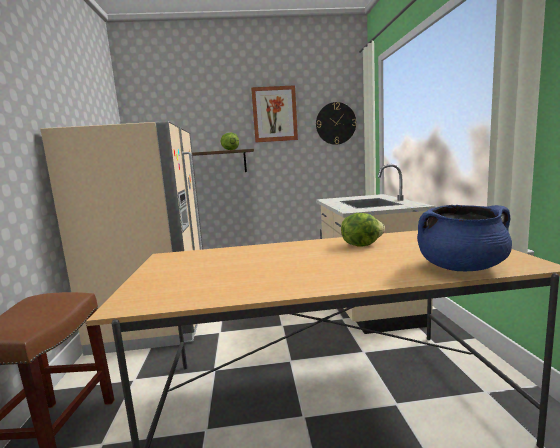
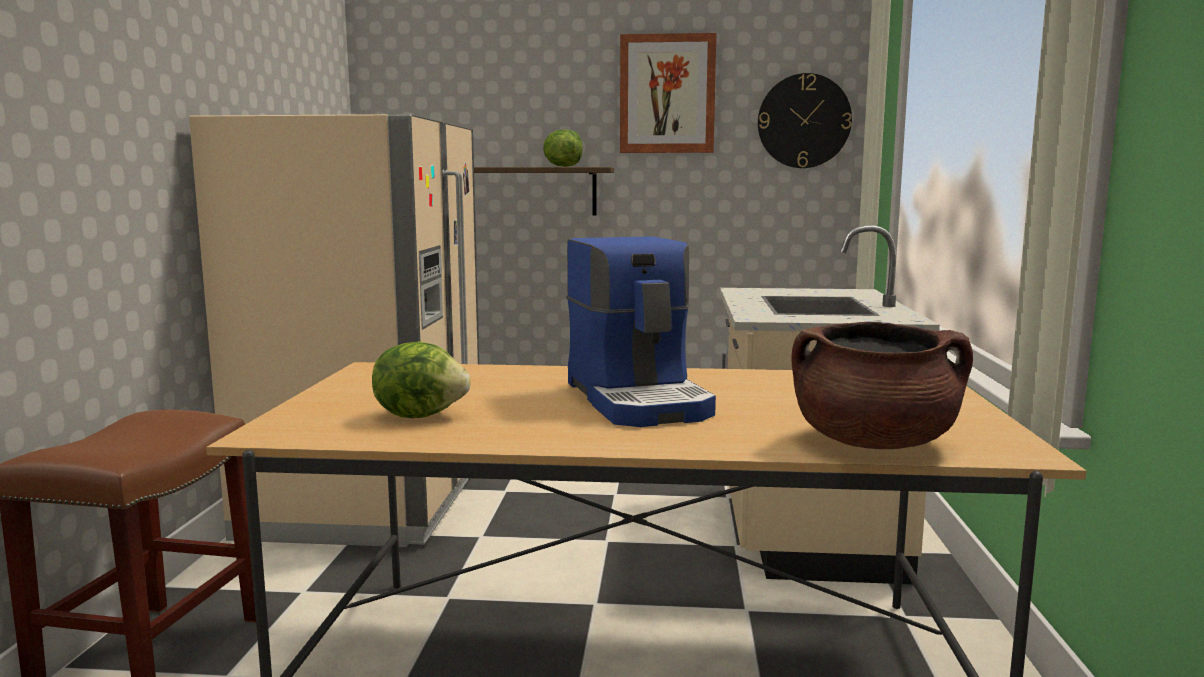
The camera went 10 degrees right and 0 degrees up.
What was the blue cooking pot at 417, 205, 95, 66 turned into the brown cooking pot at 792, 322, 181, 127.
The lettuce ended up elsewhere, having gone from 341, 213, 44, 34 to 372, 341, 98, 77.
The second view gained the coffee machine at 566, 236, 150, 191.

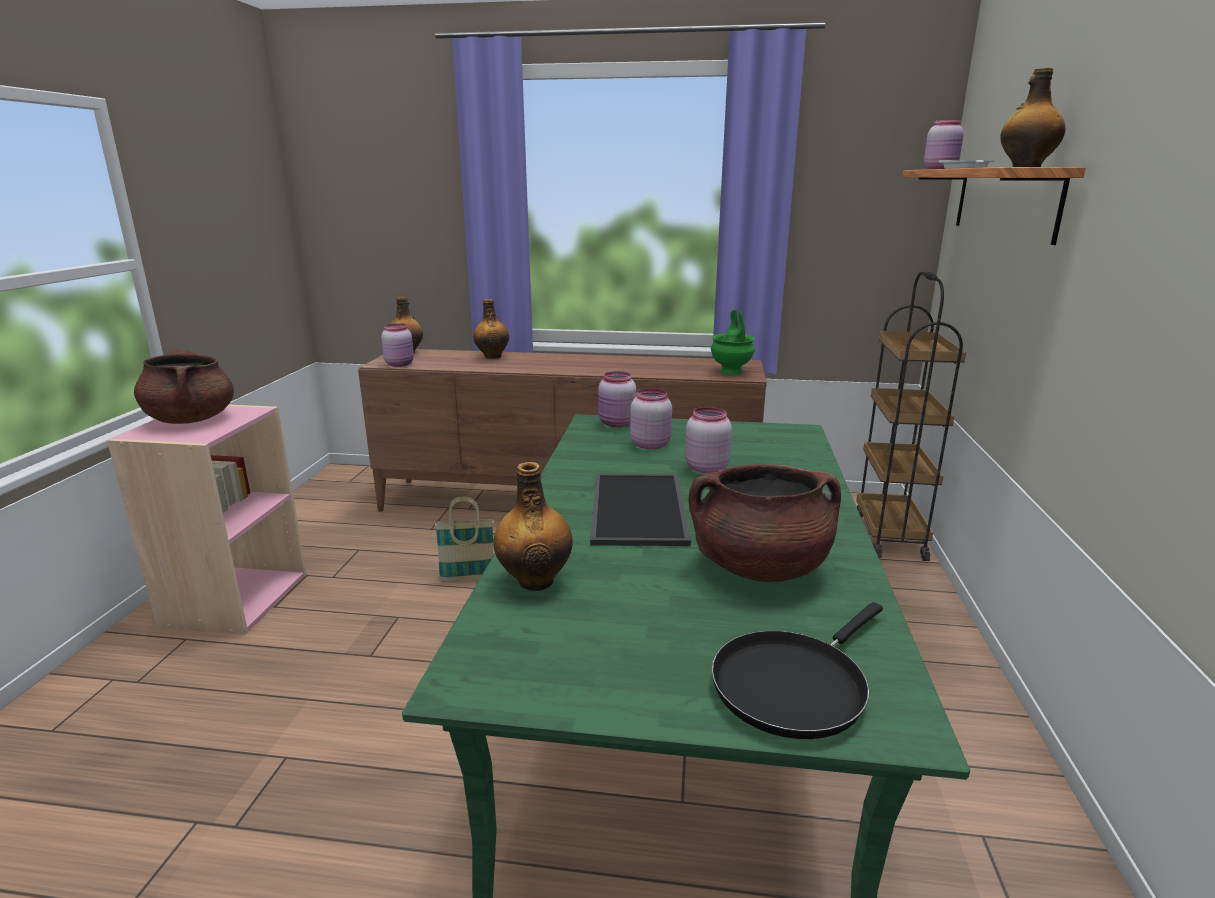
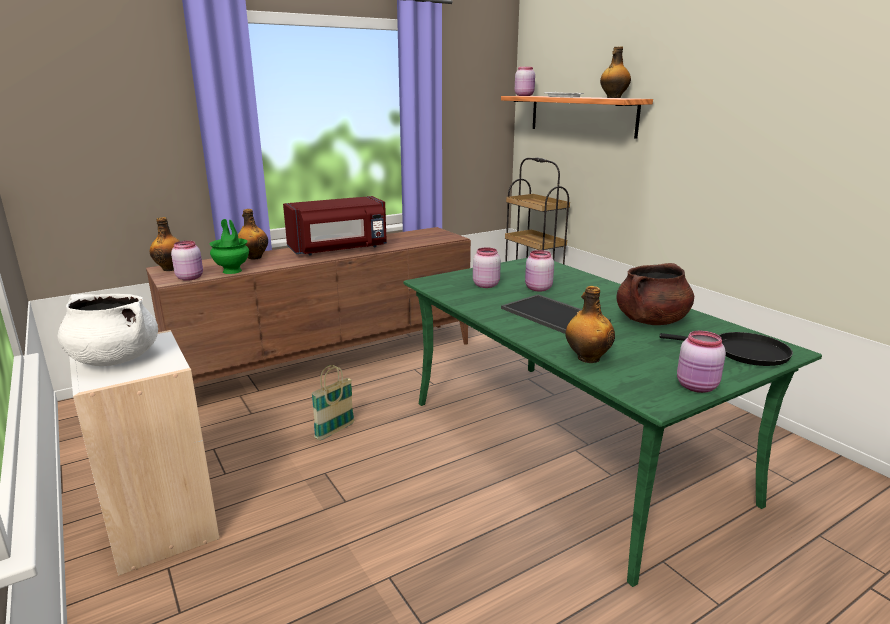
The camera went 40 degrees left and 0 degrees up.
The green vase ended up elsewhere, having gone from 711, 310, 44, 65 to 209, 219, 40, 55.
What was the brown cooking pot at 134, 350, 100, 74 turned into the white cooking pot at 57, 294, 101, 72.
The pink jar ended up elsewhere, having gone from 598, 371, 38, 56 to 677, 331, 49, 62.
What was the pink bookcase at 107, 405, 200, 229 turned into the white bookcase at 69, 330, 151, 246.
The black frying pan at 712, 602, 171, 137 ended up facing another way, 75 degrees counterclockwise from before.
The second view gained the red microwave at 283, 196, 104, 59.

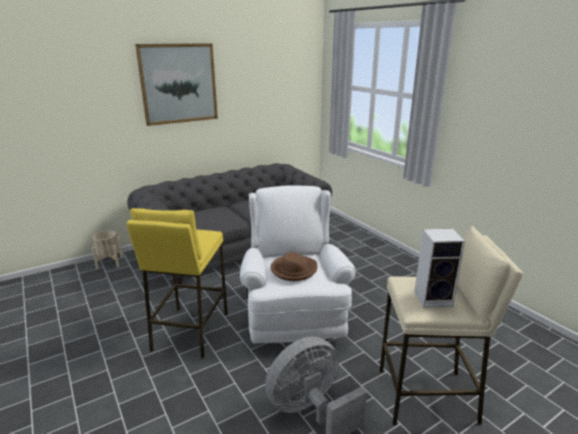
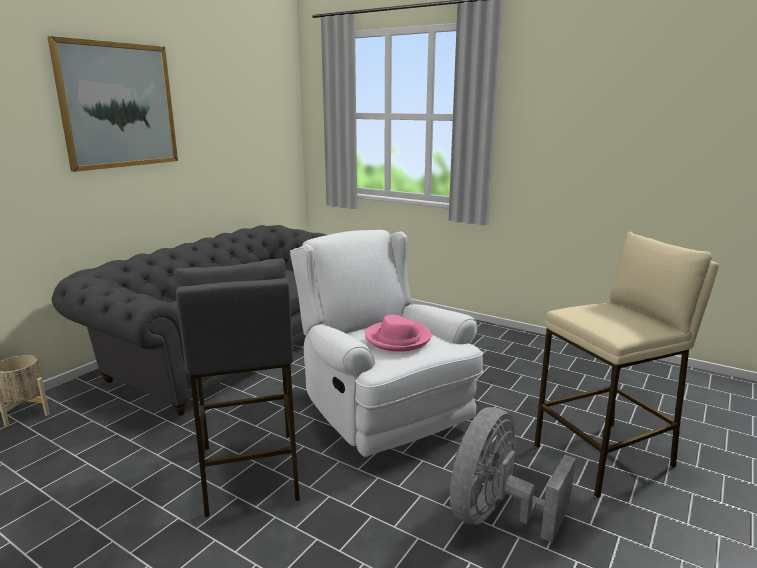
The camera went 25 degrees left and 5 degrees down.
What was the yellow stool at 127, 208, 101, 151 turned into the grey stool at 173, 258, 127, 259.
The second view lost the speaker at 414, 229, 51, 79.
What was the brown hat at 271, 252, 47, 29 turned into the pink hat at 365, 315, 66, 37.

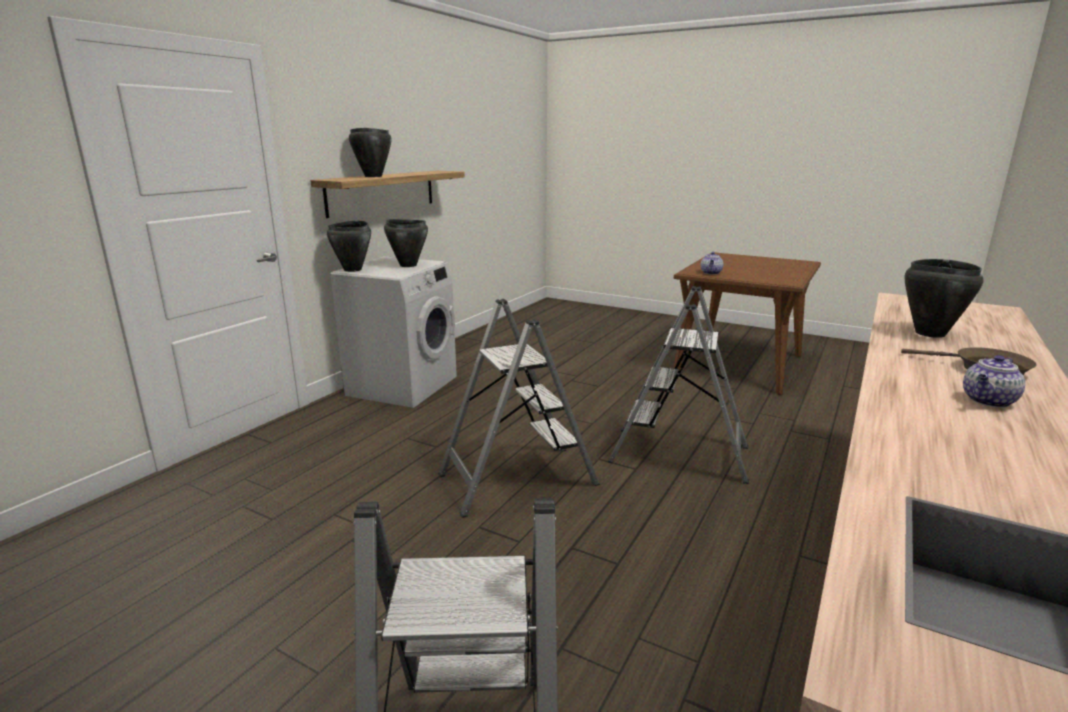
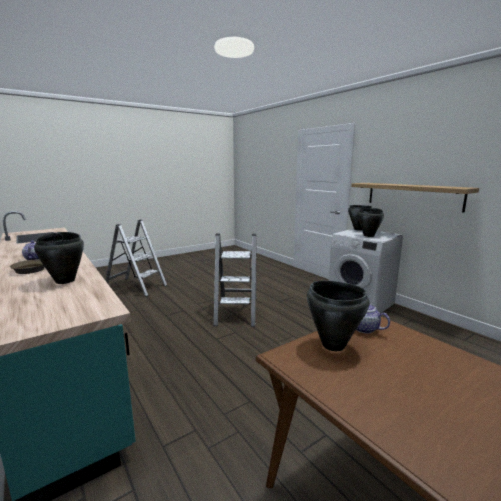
The camera went 115 degrees right and 5 degrees down.
The black cooking pot ended up elsewhere, having gone from 349, 128, 43, 49 to 307, 281, 62, 70.
The second view lost the grey step ladder at 607, 286, 142, 198.

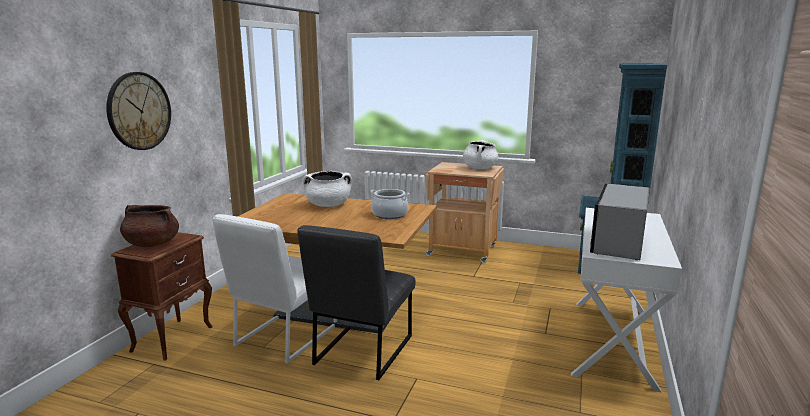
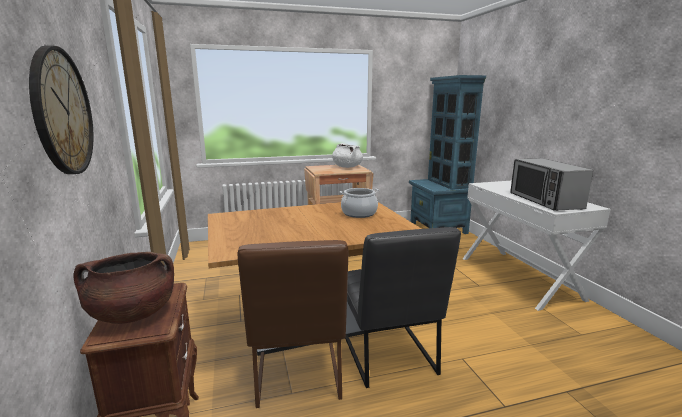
The camera went 35 degrees left and 0 degrees up.
The second view lost the white cooking pot at 303, 171, 49, 36.
What was the white chair at 212, 214, 125, 150 turned into the brown chair at 238, 240, 110, 168.

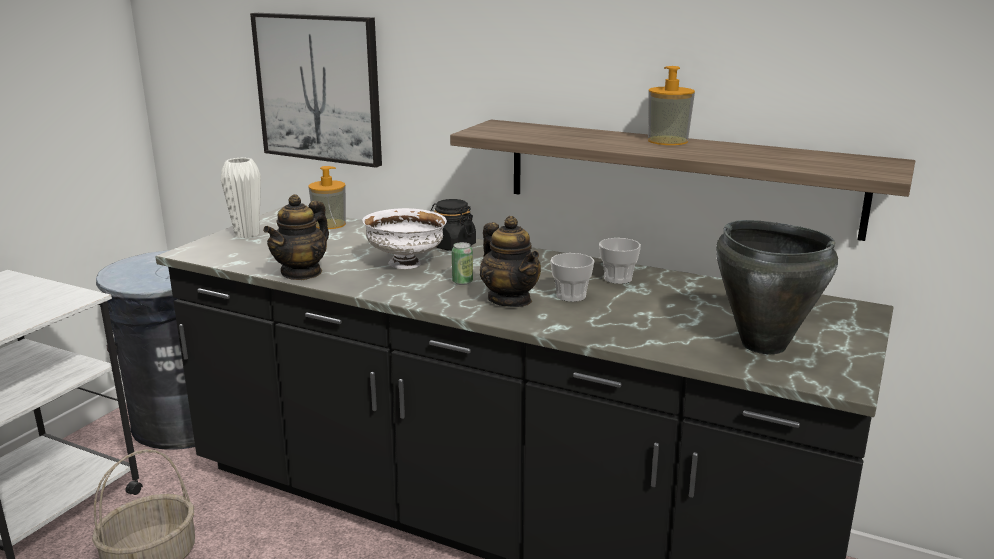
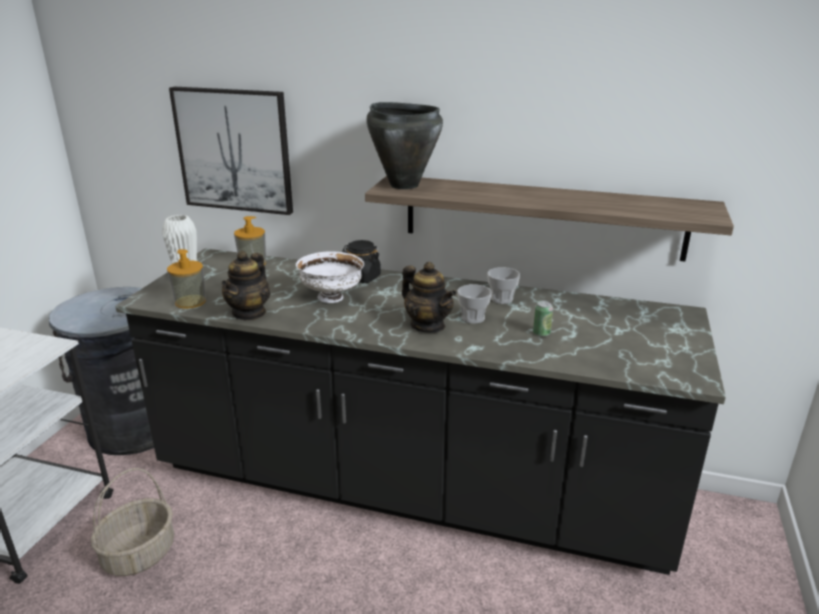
The camera went 10 degrees left and 5 degrees up.
The soap dispenser ended up elsewhere, having gone from 648, 66, 47, 79 to 167, 249, 39, 59.
The black cooking pot ended up elsewhere, having gone from 716, 220, 122, 134 to 366, 102, 77, 87.
The can ended up elsewhere, having gone from 452, 242, 21, 43 to 533, 300, 20, 37.

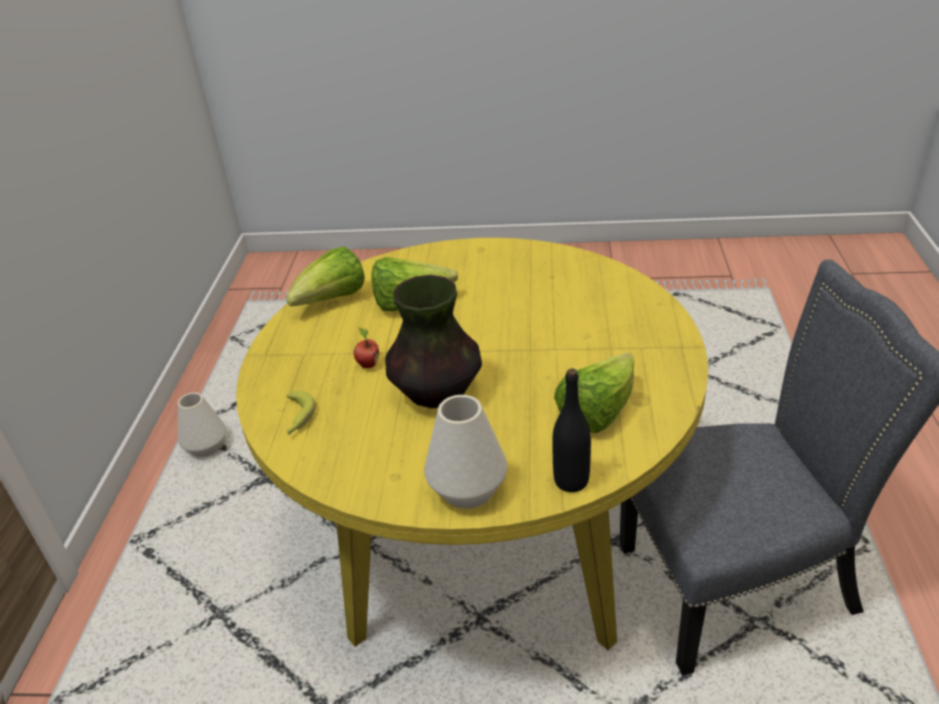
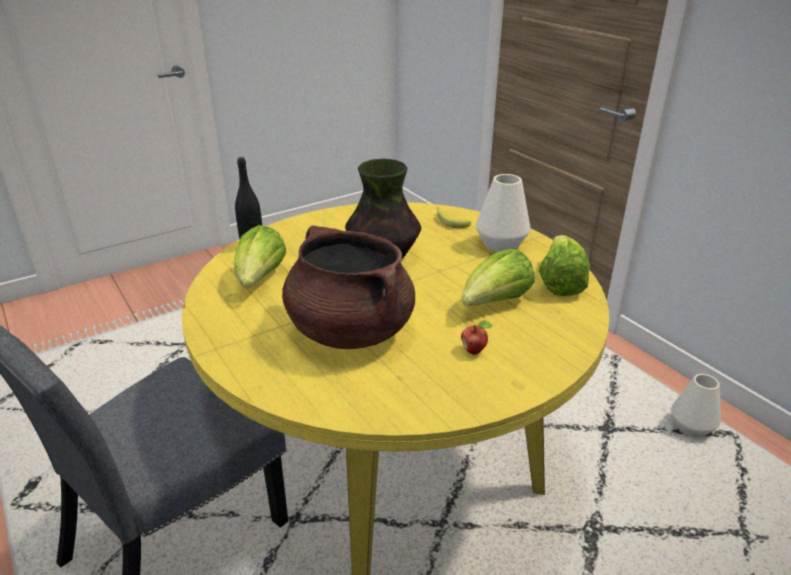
The camera went 140 degrees right and 5 degrees down.
The apple ended up elsewhere, having gone from 353, 328, 26, 40 to 461, 320, 32, 35.
The white vase ended up elsewhere, having gone from 424, 395, 83, 114 to 476, 174, 54, 78.
The second view gained the brown cooking pot at 282, 225, 133, 124.

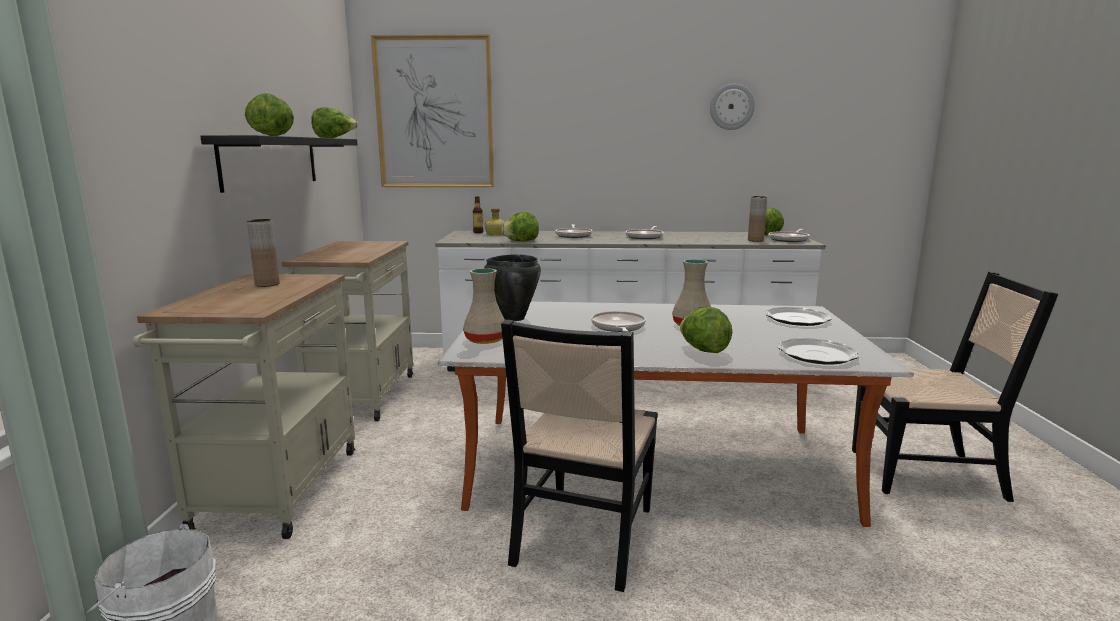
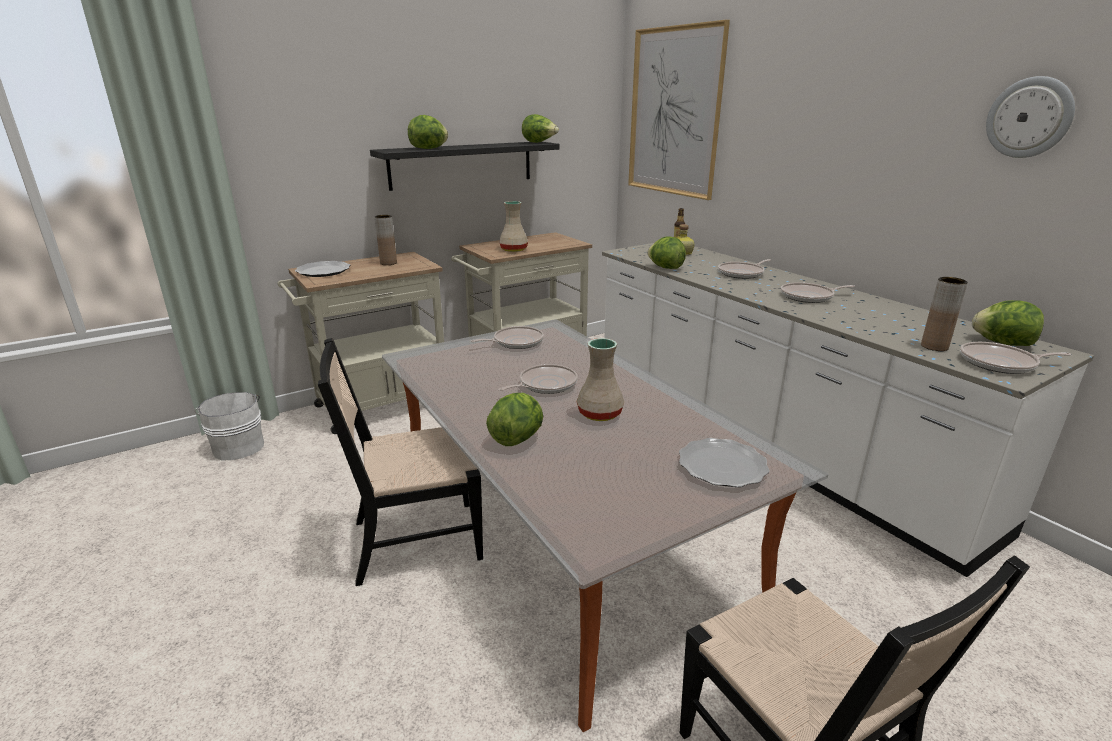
The camera went 55 degrees right and 10 degrees up.
Where the black cooking pot stood at 484, 254, 57, 67, the frying pan came to stand at 470, 326, 74, 23.
The beige vase ended up elsewhere, having gone from 463, 268, 42, 76 to 499, 201, 29, 51.
The plate ended up elsewhere, having gone from 778, 338, 81, 27 to 295, 261, 55, 16.

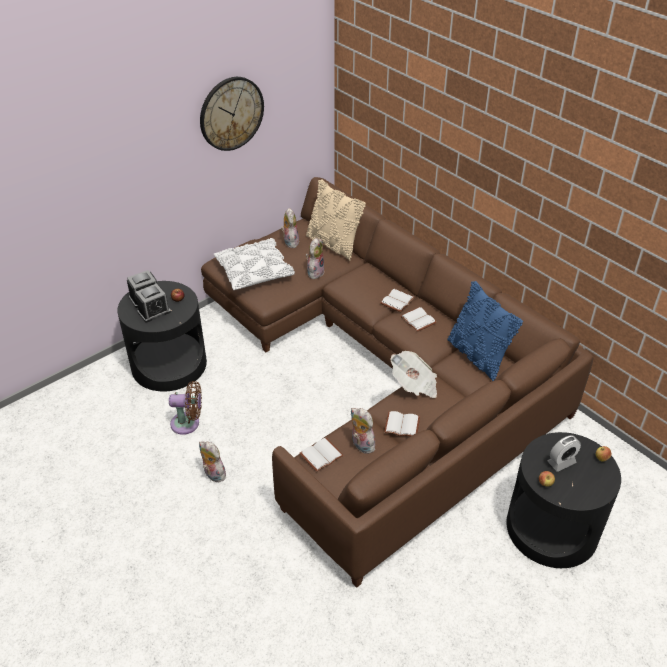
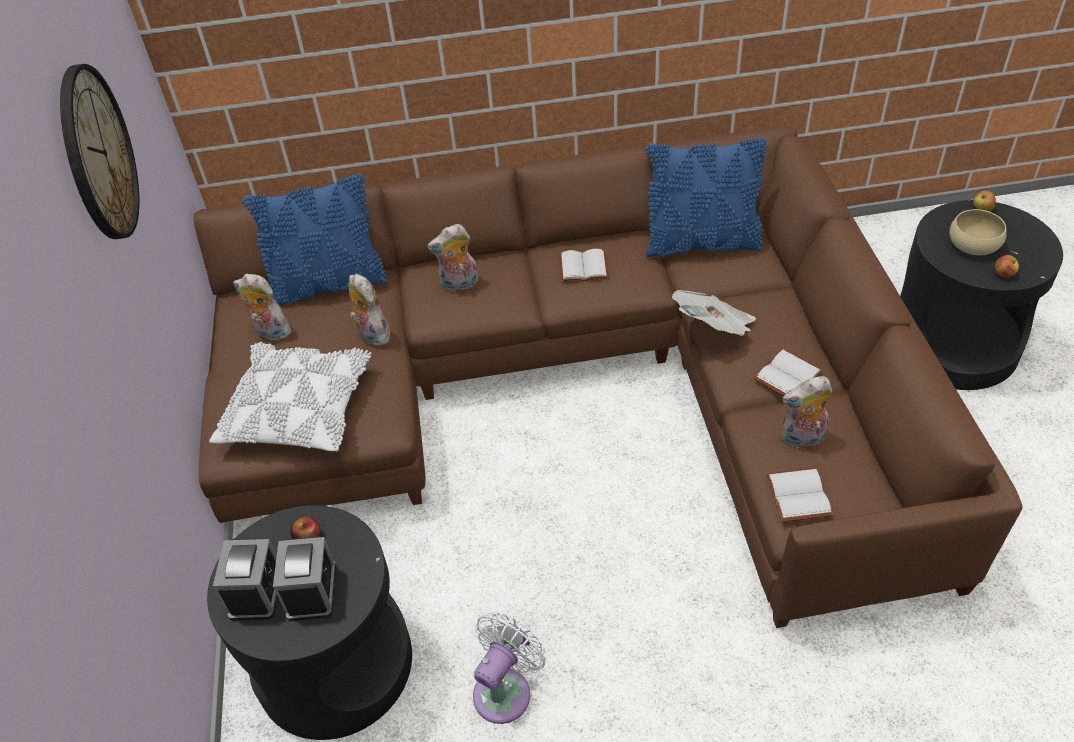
The camera went 55 degrees left and 5 degrees up.
What was the beige pillow at 306, 179, 60, 82 turned into the blue pillow at 242, 174, 145, 132.
The second view lost the white book at 380, 289, 35, 23.
What was the brown fan at 169, 381, 33, 54 turned into the white fan at 473, 612, 73, 112.
Where the alarm clock stood at 547, 435, 34, 37, the beige bowl came to stand at 949, 209, 58, 46.
The plush toy ended up elsewhere, having gone from 199, 442, 27, 40 to 427, 224, 51, 68.

